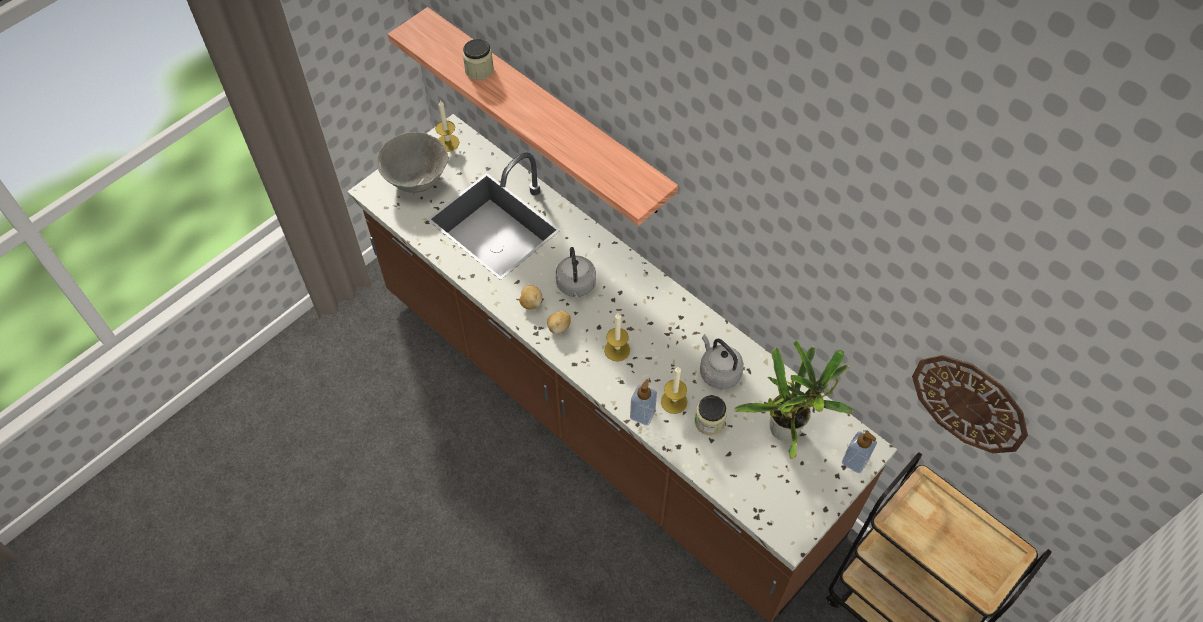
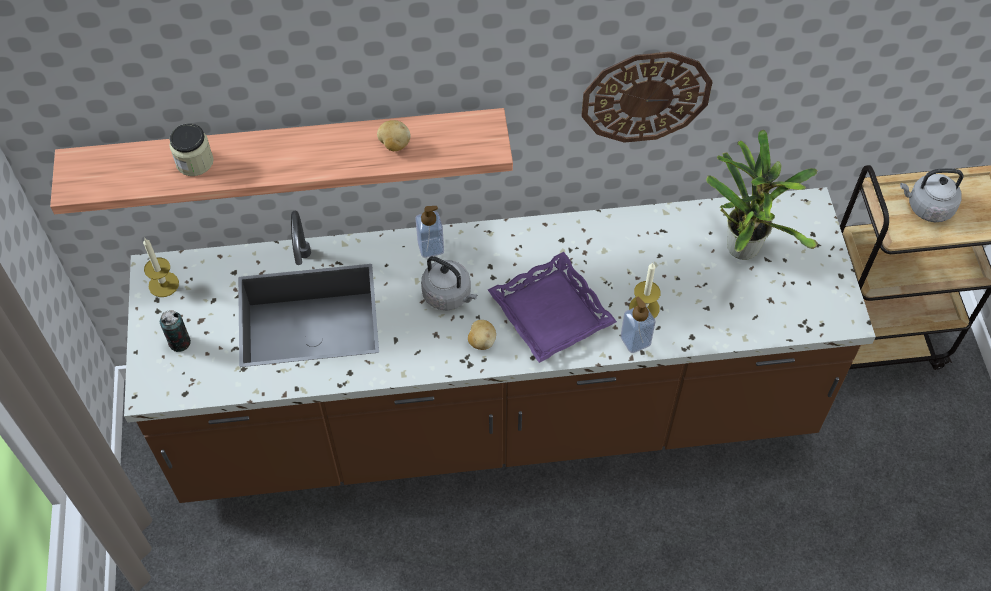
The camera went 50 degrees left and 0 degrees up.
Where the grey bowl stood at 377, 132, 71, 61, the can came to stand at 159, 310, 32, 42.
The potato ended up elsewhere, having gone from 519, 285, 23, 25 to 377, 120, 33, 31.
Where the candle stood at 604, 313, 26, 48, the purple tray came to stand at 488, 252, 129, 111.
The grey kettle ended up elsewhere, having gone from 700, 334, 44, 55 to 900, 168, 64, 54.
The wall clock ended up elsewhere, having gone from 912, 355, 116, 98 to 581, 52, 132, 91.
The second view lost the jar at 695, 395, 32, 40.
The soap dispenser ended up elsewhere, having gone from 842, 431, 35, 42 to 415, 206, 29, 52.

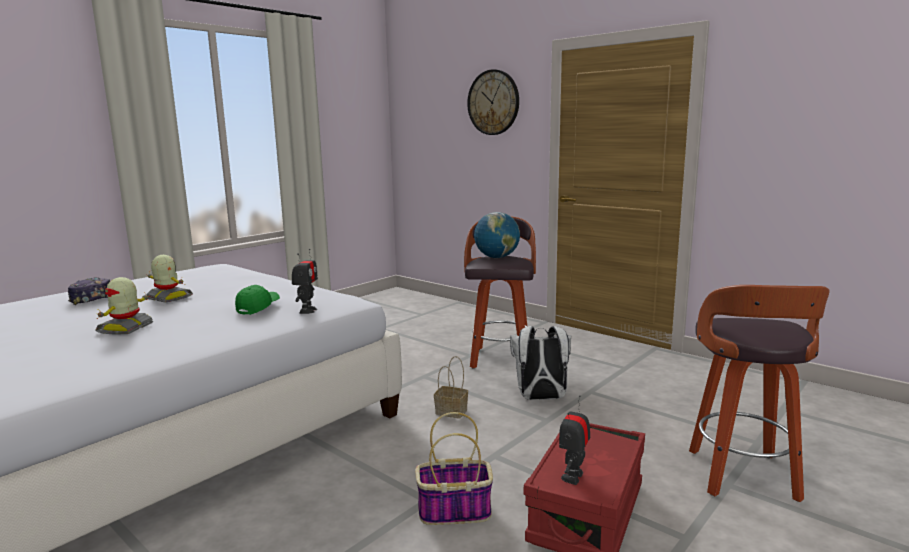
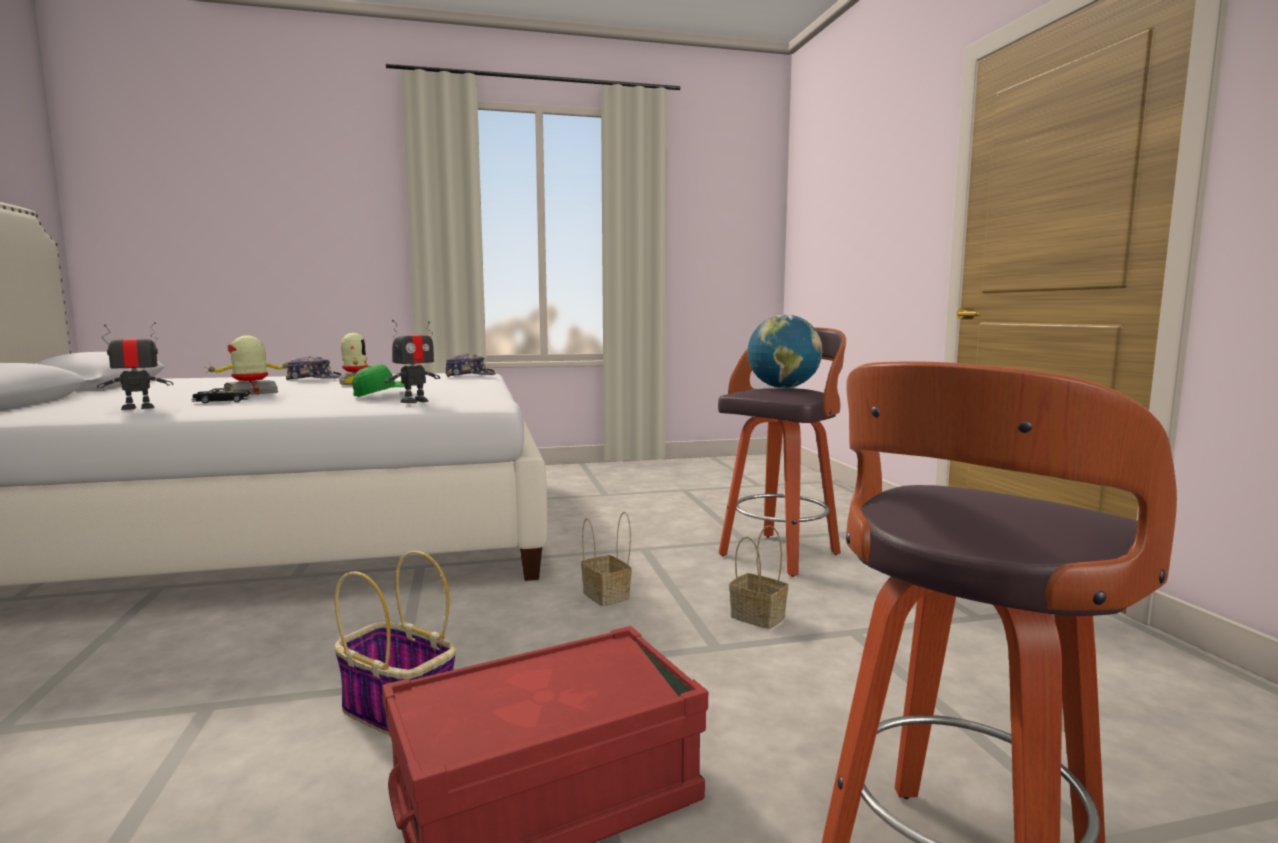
The camera went 35 degrees right and 5 degrees down.
The second view lost the wall clock at 467, 69, 52, 66.
Where the white backpack stood at 510, 326, 61, 74, the basket came to stand at 729, 525, 59, 104.
The toy robot ended up elsewhere, having gone from 559, 396, 31, 89 to 97, 322, 76, 88.
The second view gained the cap at 446, 353, 50, 24.
The second view gained the black toy car at 191, 388, 61, 15.

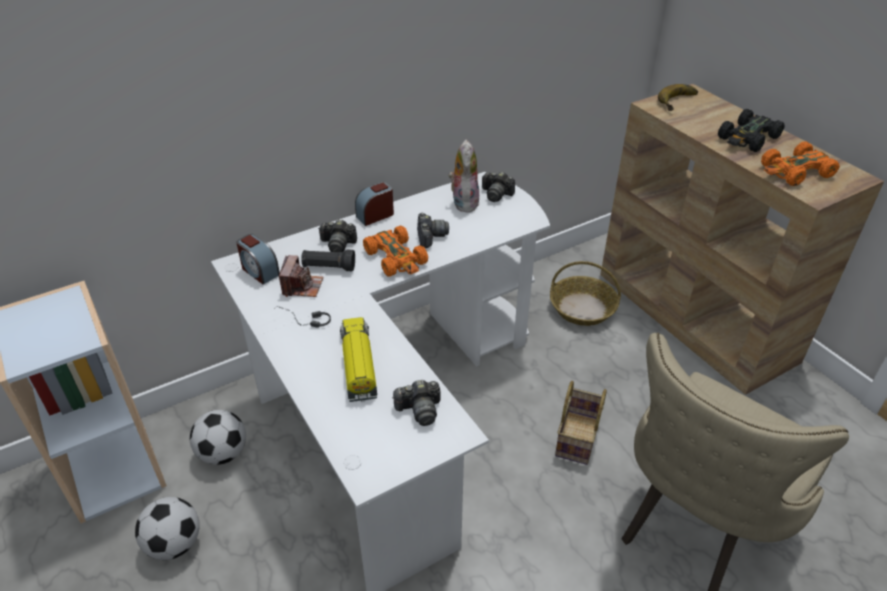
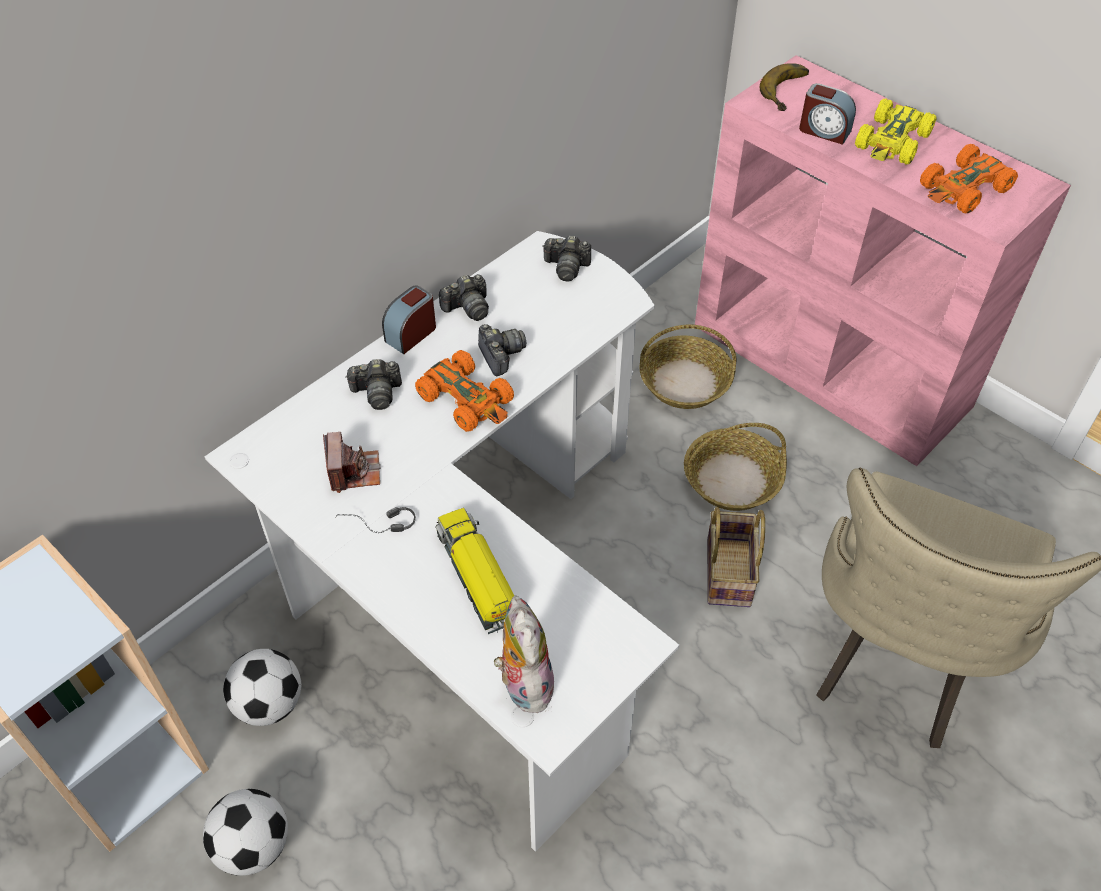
The camera went 15 degrees left and 10 degrees up.
What was the brown bookcase at 600, 84, 284, 311 turned into the pink bookcase at 695, 55, 376, 411.
What was the black toy car at 718, 109, 67, 43 turned into the yellow toy car at 855, 98, 81, 66.
The plush toy ended up elsewhere, having gone from 448, 140, 31, 73 to 494, 595, 64, 118.
The alarm clock ended up elsewhere, having gone from 236, 234, 44, 50 to 799, 83, 57, 62.
The second view lost the black flashlight at 301, 249, 54, 22.
The photo camera ended up elsewhere, having gone from 392, 380, 48, 46 to 439, 274, 50, 47.
The second view gained the basket at 684, 423, 103, 88.

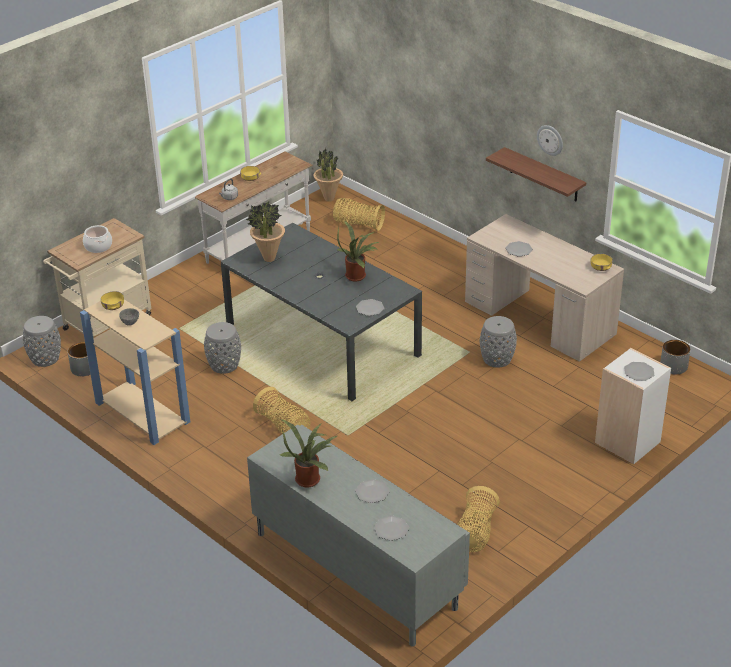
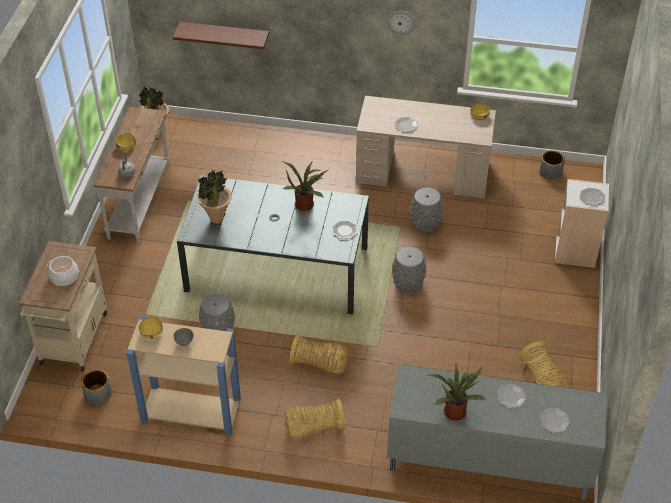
The camera went 35 degrees left and 10 degrees up.
The shelf ended up elsewhere, having gone from 486, 147, 100, 54 to 173, 22, 96, 27.
The basket ended up elsewhere, having gone from 333, 198, 52, 33 to 285, 399, 60, 39.
The grey stool ended up elsewhere, having gone from 23, 316, 38, 51 to 392, 247, 34, 46.

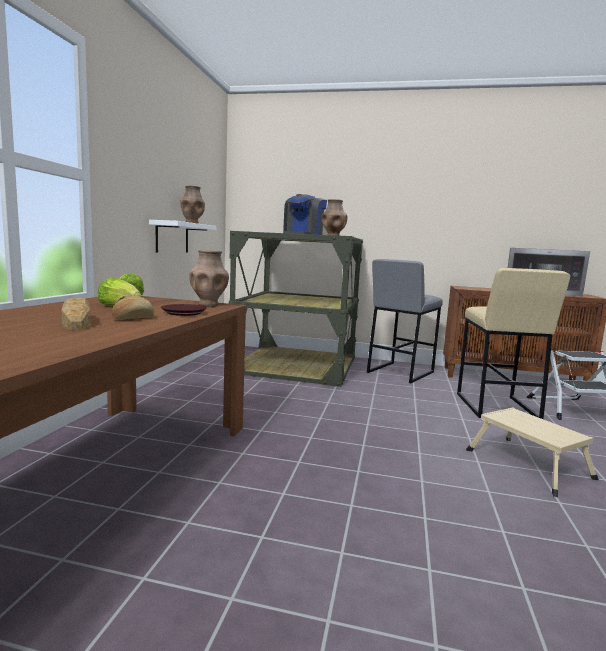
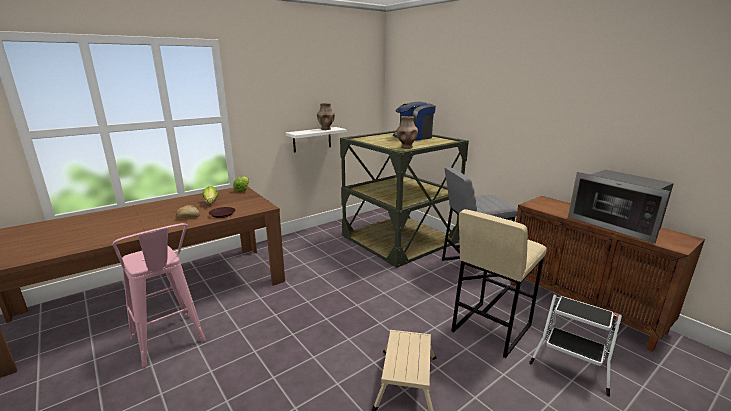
The camera went 40 degrees right and 10 degrees up.
The second view lost the brown vase at 189, 250, 40, 57.
The second view lost the bread at 61, 298, 30, 32.
The second view gained the pink stool at 112, 223, 94, 145.

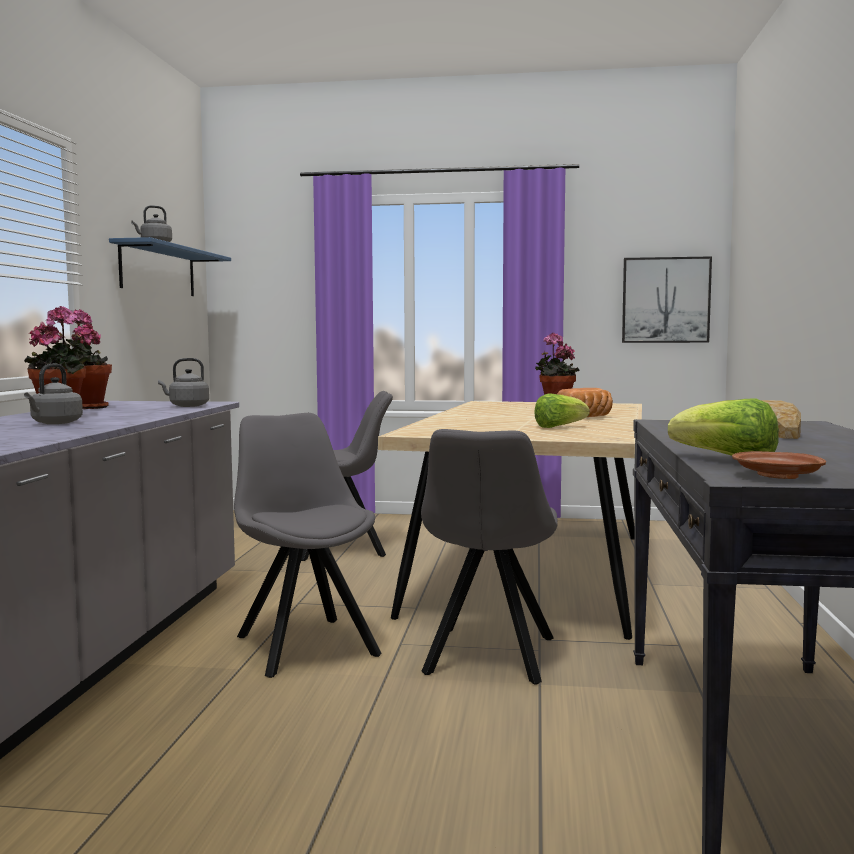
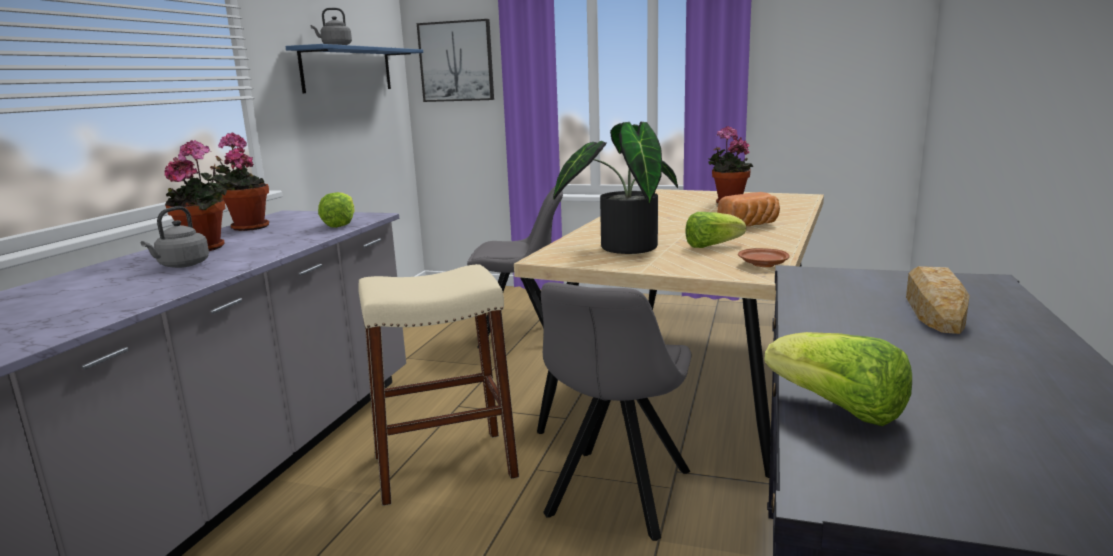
The camera went 10 degrees right and 10 degrees up.
The picture ended up elsewhere, having gone from 622, 256, 90, 87 to 417, 19, 77, 83.
Where the grey kettle stood at 158, 358, 51, 49, the lettuce came to stand at 318, 192, 37, 36.
Where the grey chair stood at 234, 413, 147, 265, the beige stool came to stand at 358, 264, 161, 242.
The brown plate ended up elsewhere, having gone from 732, 451, 94, 28 to 738, 248, 51, 19.
The second view gained the potted plant at 553, 122, 125, 132.

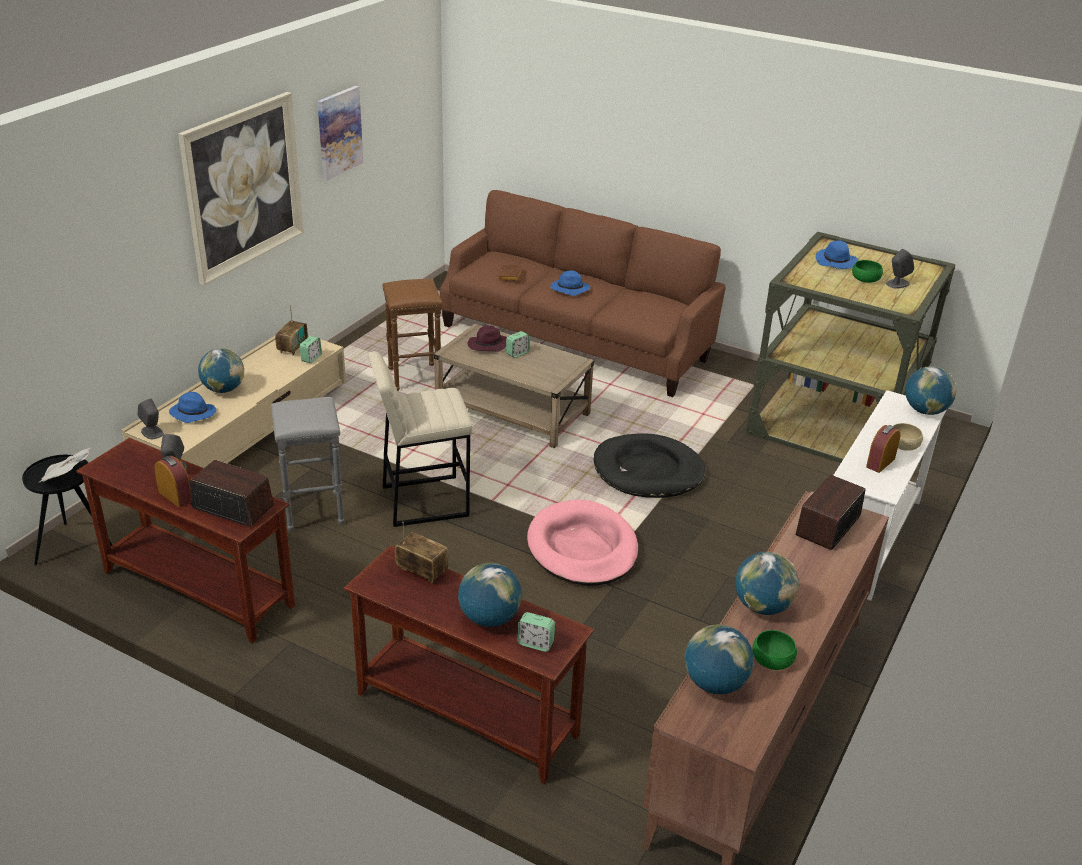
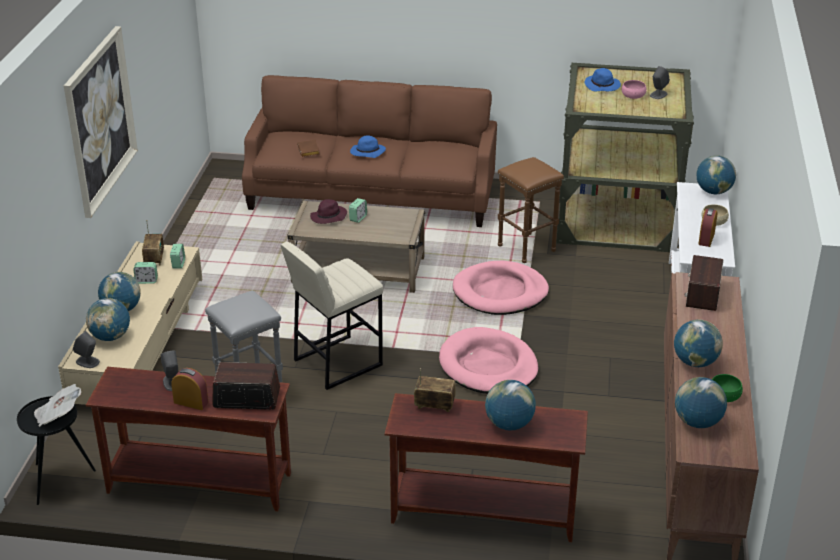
The camera went 20 degrees left and 0 degrees up.
The second view lost the picture at 317, 86, 46, 95.
What was the green bowl at 852, 260, 31, 23 turned into the pink bowl at 622, 80, 25, 19.
The brown stool ended up elsewhere, having gone from 382, 279, 60, 112 to 498, 157, 66, 106.
Where the blue hat stood at 169, 392, 48, 31, the globe came to stand at 86, 298, 44, 43.
What was the black dog bed at 594, 433, 112, 65 turned into the pink dog bed at 453, 261, 96, 54.
The alarm clock ended up elsewhere, having gone from 517, 612, 38, 40 to 133, 262, 25, 22.

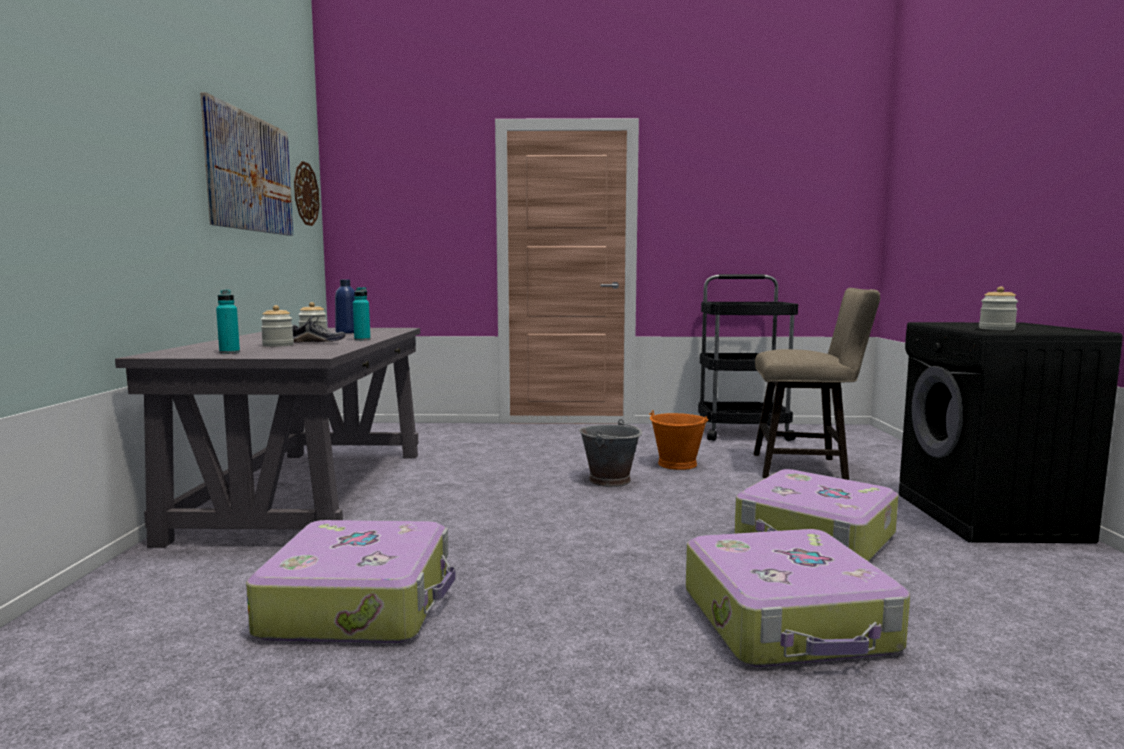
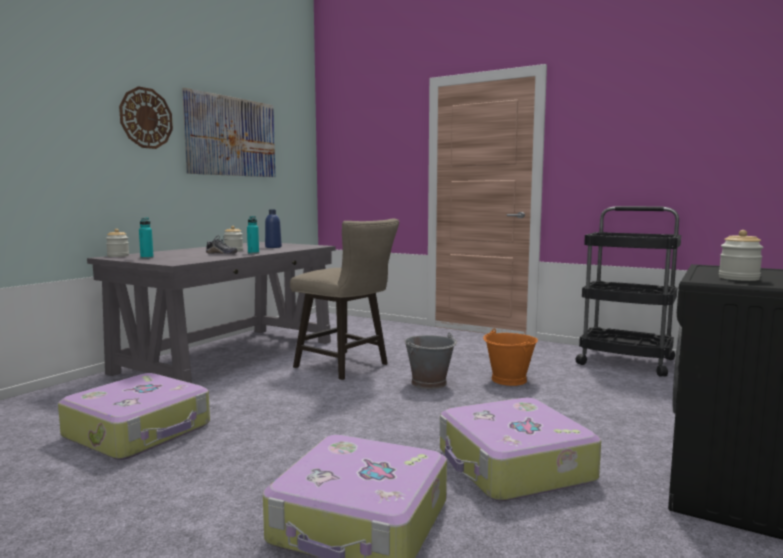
The camera went 30 degrees right and 0 degrees up.
The wall clock ended up elsewhere, having gone from 294, 161, 26, 65 to 119, 86, 54, 63.
The beige stool ended up elsewhere, having gone from 754, 288, 126, 192 to 290, 219, 109, 161.
The jar ended up elsewhere, having gone from 261, 305, 33, 42 to 106, 229, 23, 28.

